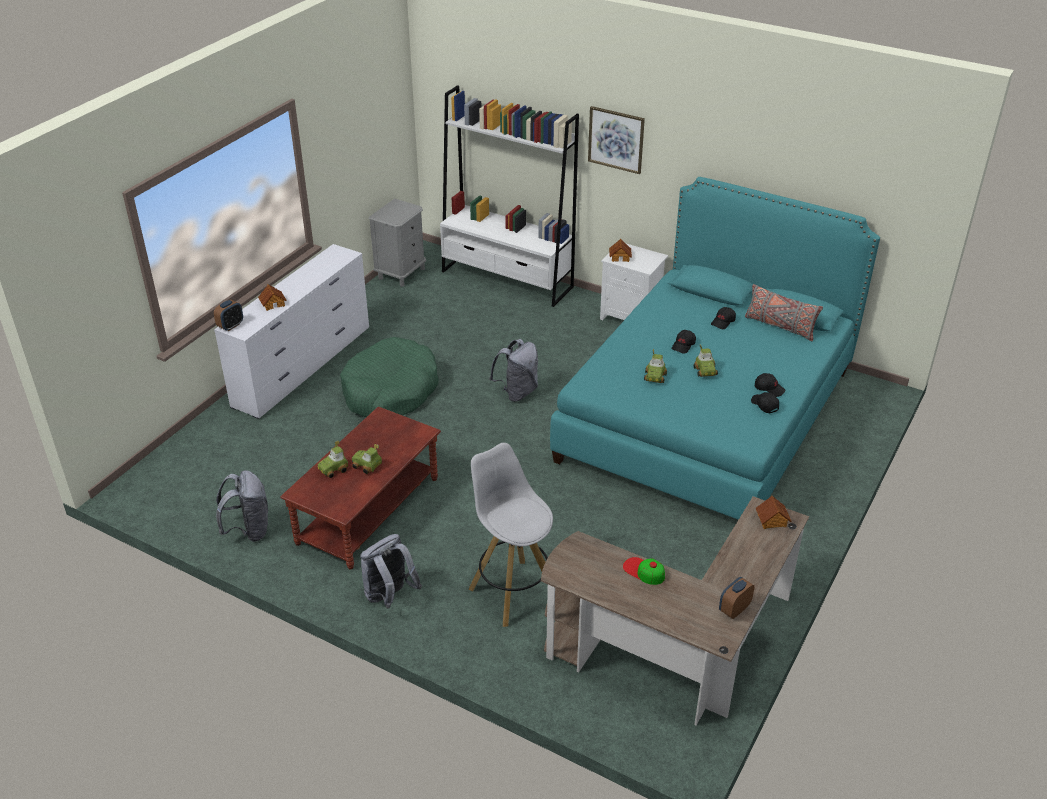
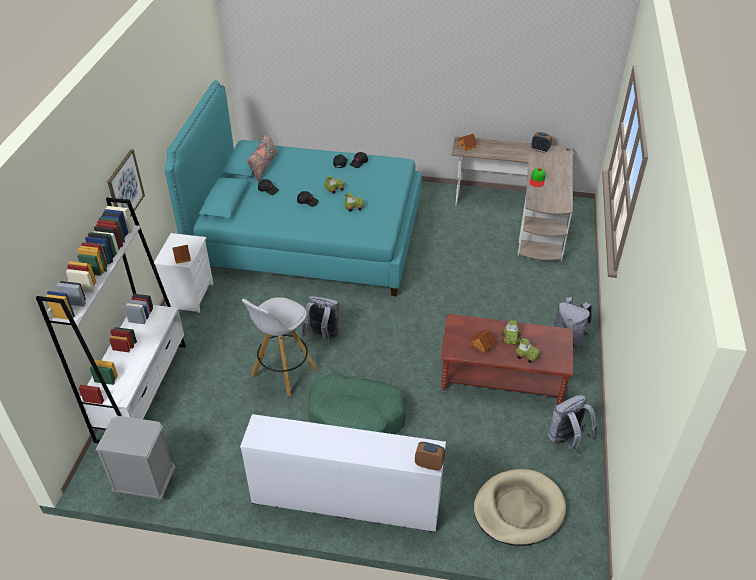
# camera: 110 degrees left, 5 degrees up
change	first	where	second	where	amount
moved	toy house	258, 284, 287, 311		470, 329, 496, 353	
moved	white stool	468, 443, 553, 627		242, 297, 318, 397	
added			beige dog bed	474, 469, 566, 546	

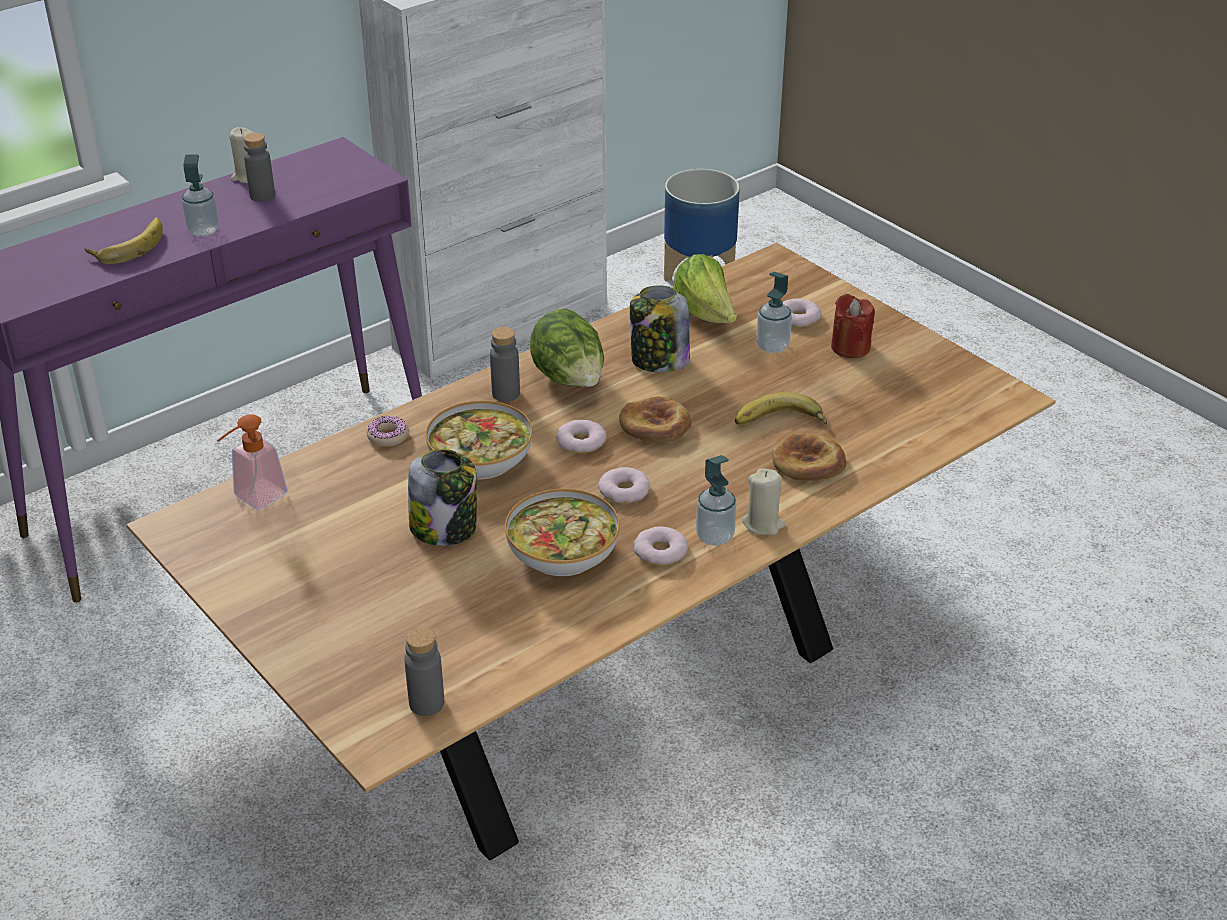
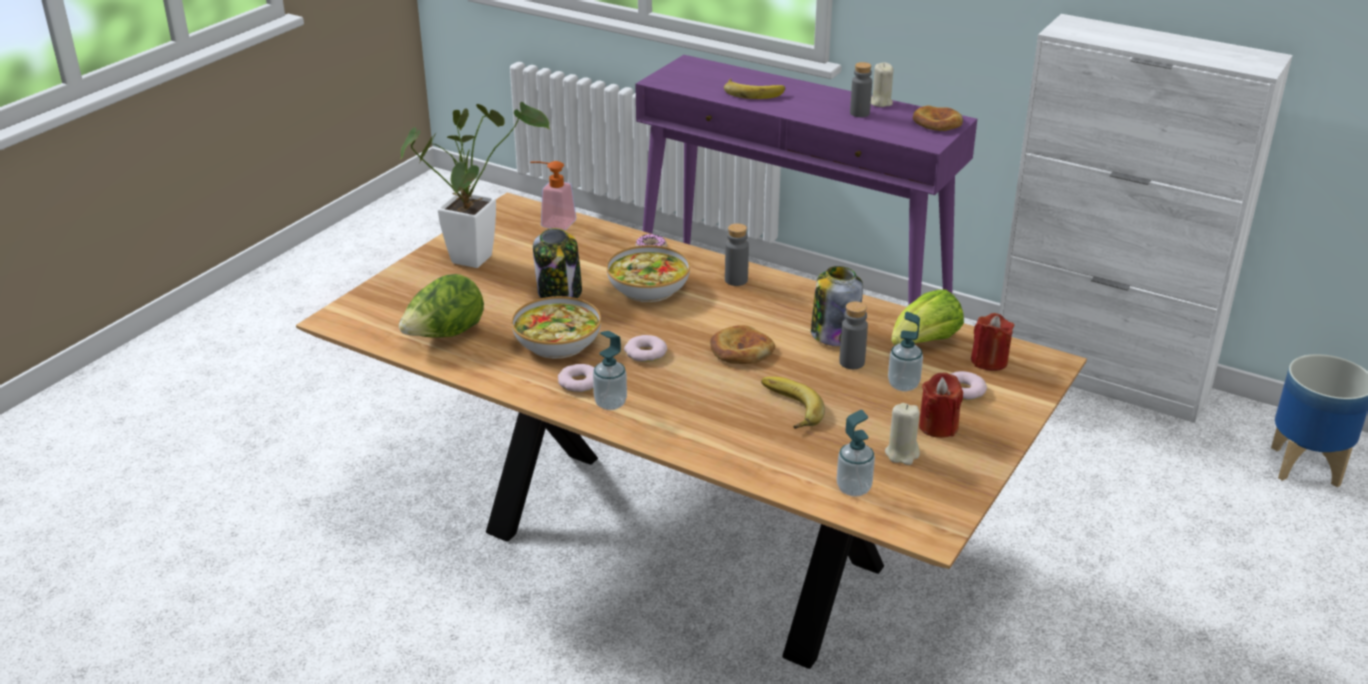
# camera: 70 degrees right, 5 degrees down
change	first	where	second	where	amount
moved	soap dispenser	182, 155, 219, 237		836, 410, 875, 497	
moved	lettuce	530, 308, 604, 387		399, 274, 484, 338	
removed	donut	556, 420, 606, 453			
moved	bread	772, 433, 846, 481		913, 105, 963, 131	
moved	beige candle	742, 468, 785, 535		885, 403, 920, 465	
moved	grey bottle	404, 627, 444, 716		839, 301, 868, 369	
added			potted plant	401, 102, 550, 268	
added			red candle	971, 313, 1014, 371	

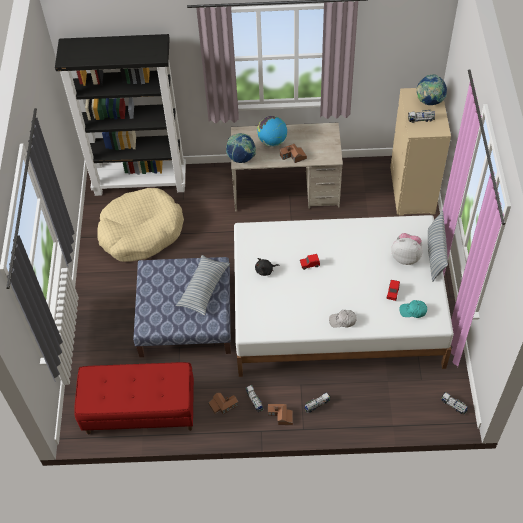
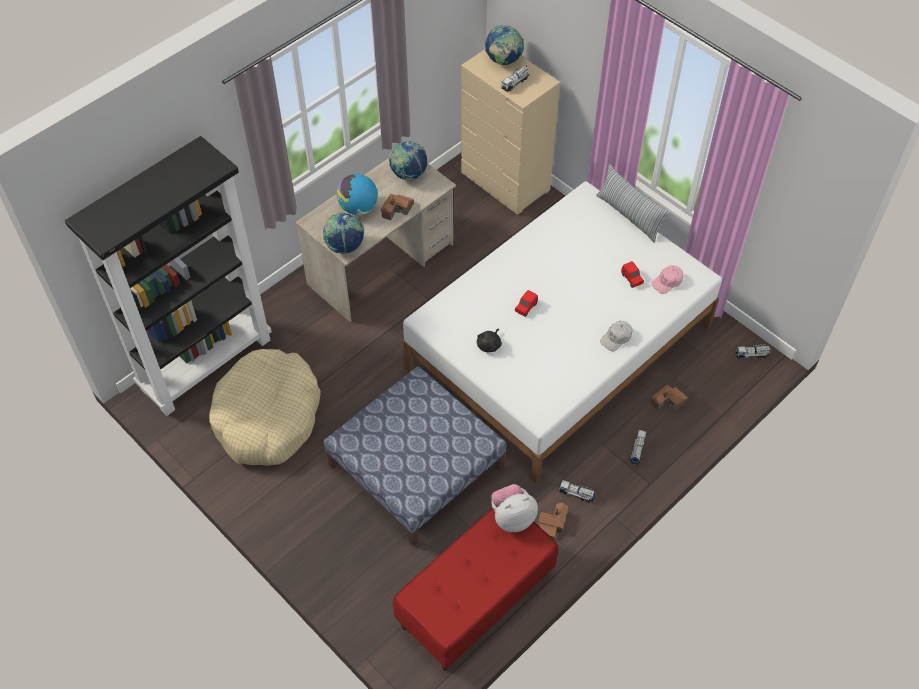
# camera: 45 degrees left, 0 degrees up
change	first	where	second	where	amount
moved	plush toy	391, 233, 422, 265		491, 484, 538, 532	
removed	pillow	176, 255, 230, 315			
recoloured	turquoise cap	399, 300, 427, 318	pink cap	651, 265, 684, 294	
moved	toy house	268, 404, 293, 425		651, 384, 688, 411	
added			globe	388, 141, 427, 181	

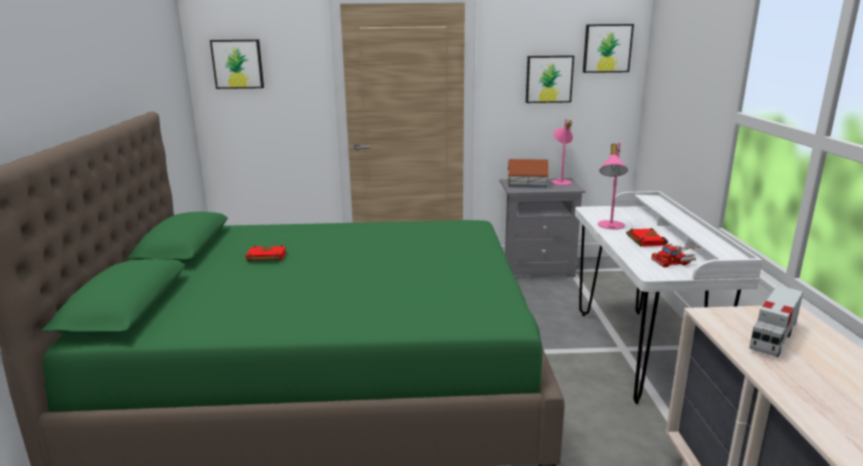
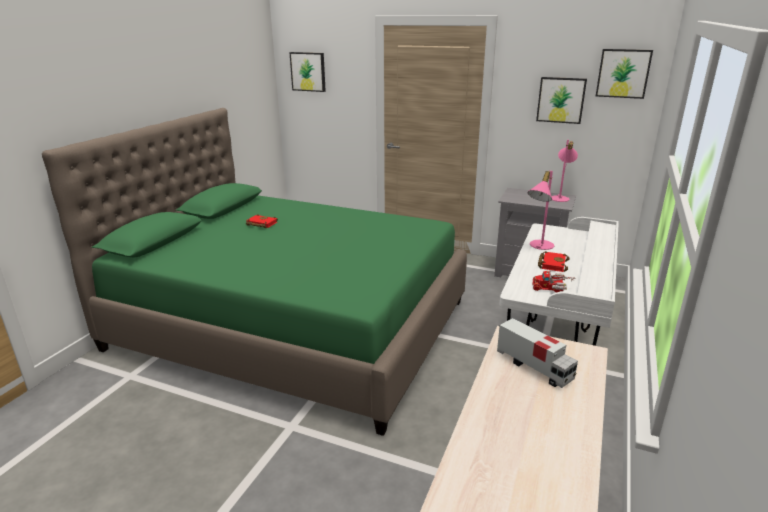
# camera: 25 degrees right, 5 degrees up
change	first	where	second	where	amount
removed	toy house	507, 159, 549, 188			
turned	toy truck	749, 285, 803, 357		497, 318, 578, 388	105 degrees counterclockwise

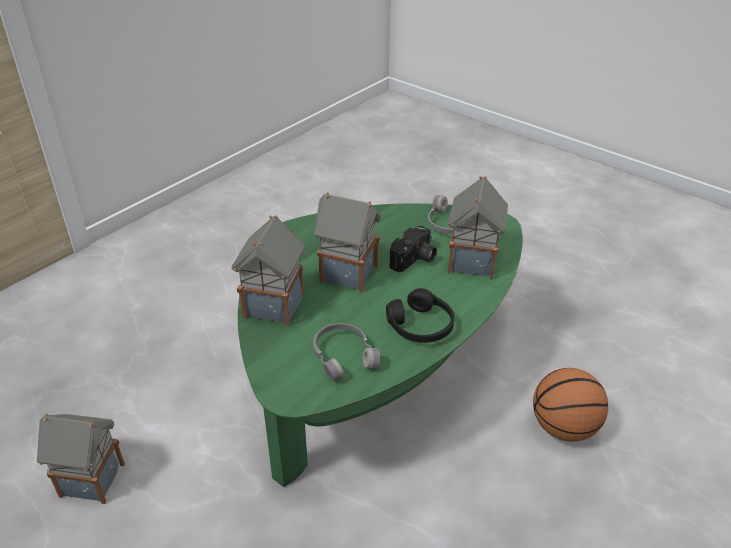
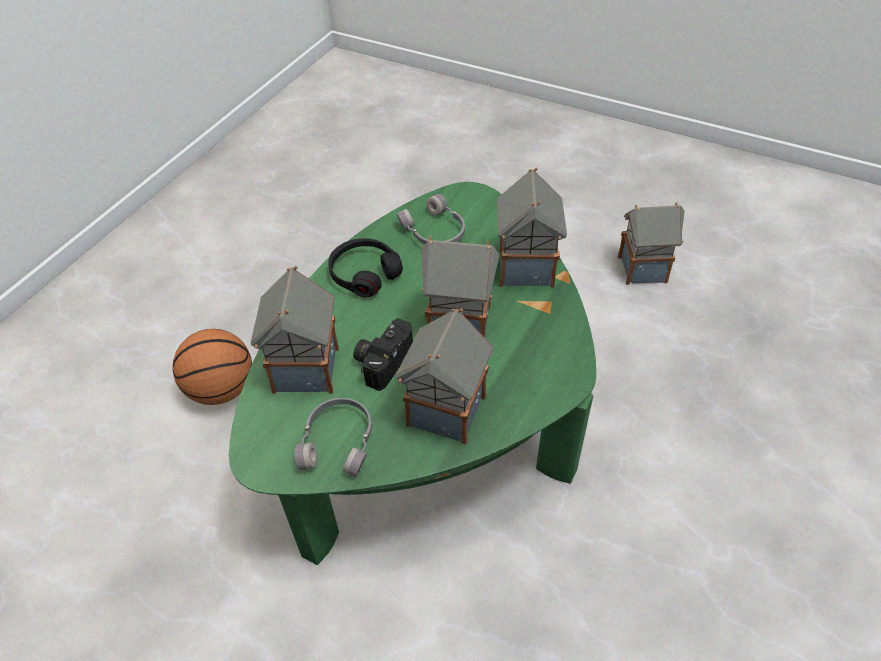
# camera: 170 degrees right, 10 degrees up
change	first	where	second	where	amount
added			toy house	395, 308, 493, 445	

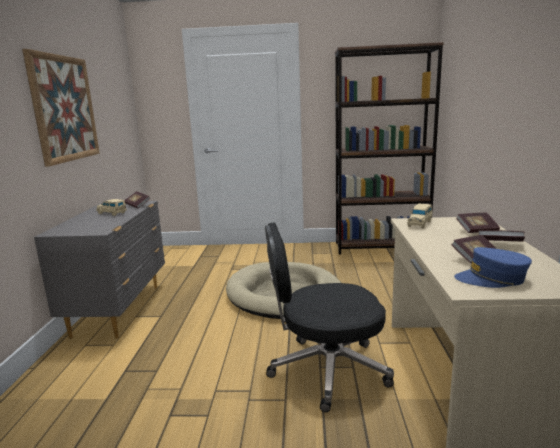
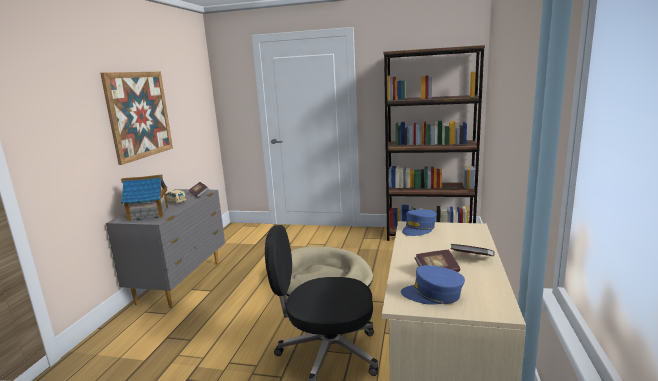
# camera: 10 degrees right, 0 degrees up
change	first	where	second	where	amount
replaced	beige toy car	407, 203, 432, 228	blue cap	402, 209, 437, 236	
removed	book	456, 213, 500, 233			
added			toy house	121, 174, 168, 221	

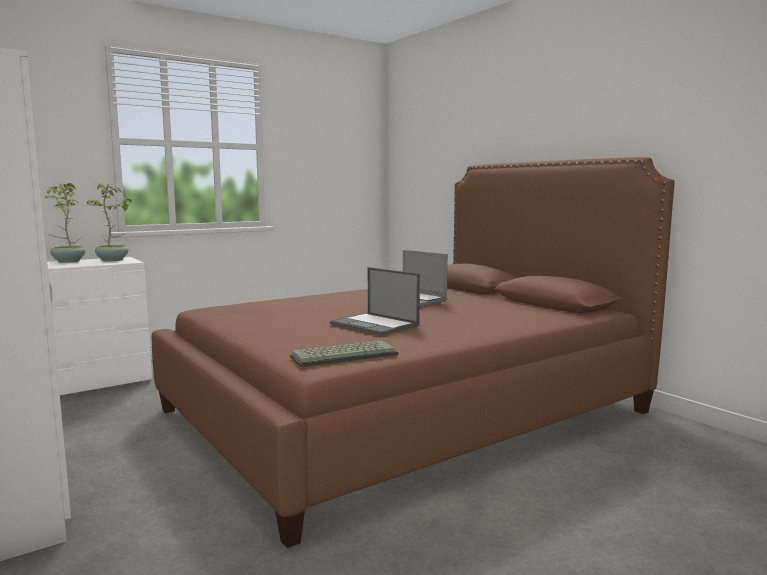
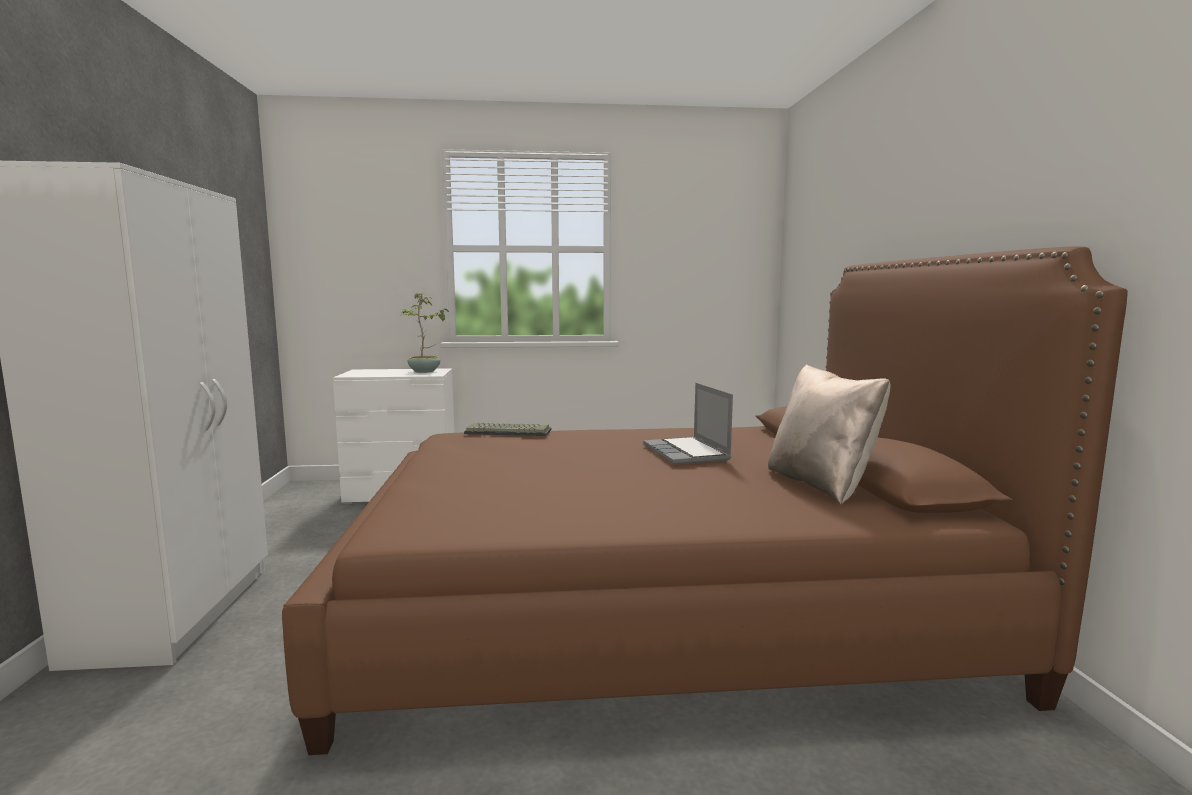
# camera: 30 degrees right, 0 degrees up
change	first	where	second	where	amount
removed	potted plant	44, 183, 85, 263			
removed	laptop	330, 267, 420, 336			
moved	keyboard	290, 341, 398, 367		464, 423, 552, 436	
added			beige pillow	768, 364, 891, 505	

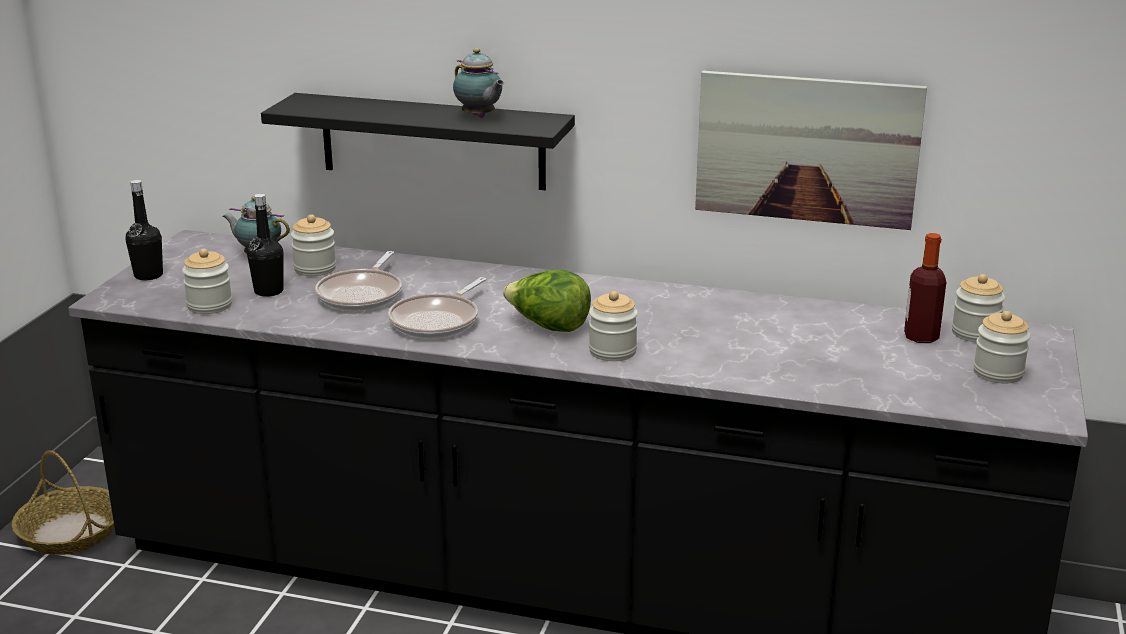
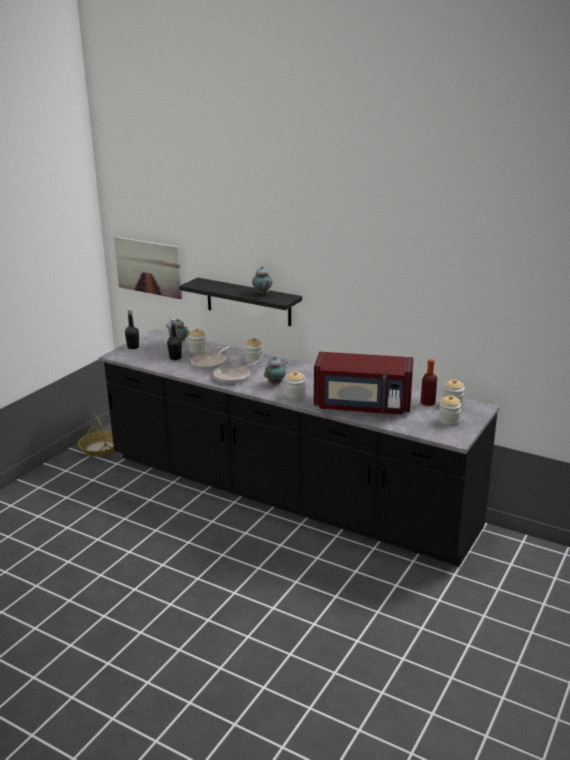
# camera: 15 degrees right, 0 degrees up
change	first	where	second	where	amount
moved	picture	695, 70, 927, 230		114, 236, 182, 299	
moved	jar	182, 249, 232, 314		245, 338, 263, 364	
replaced	lettuce	503, 270, 591, 332	teapot	264, 356, 287, 385	
added			red microwave	314, 352, 414, 415	

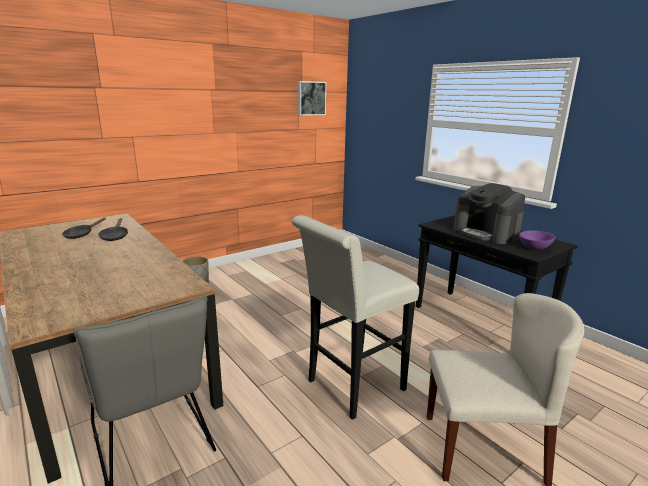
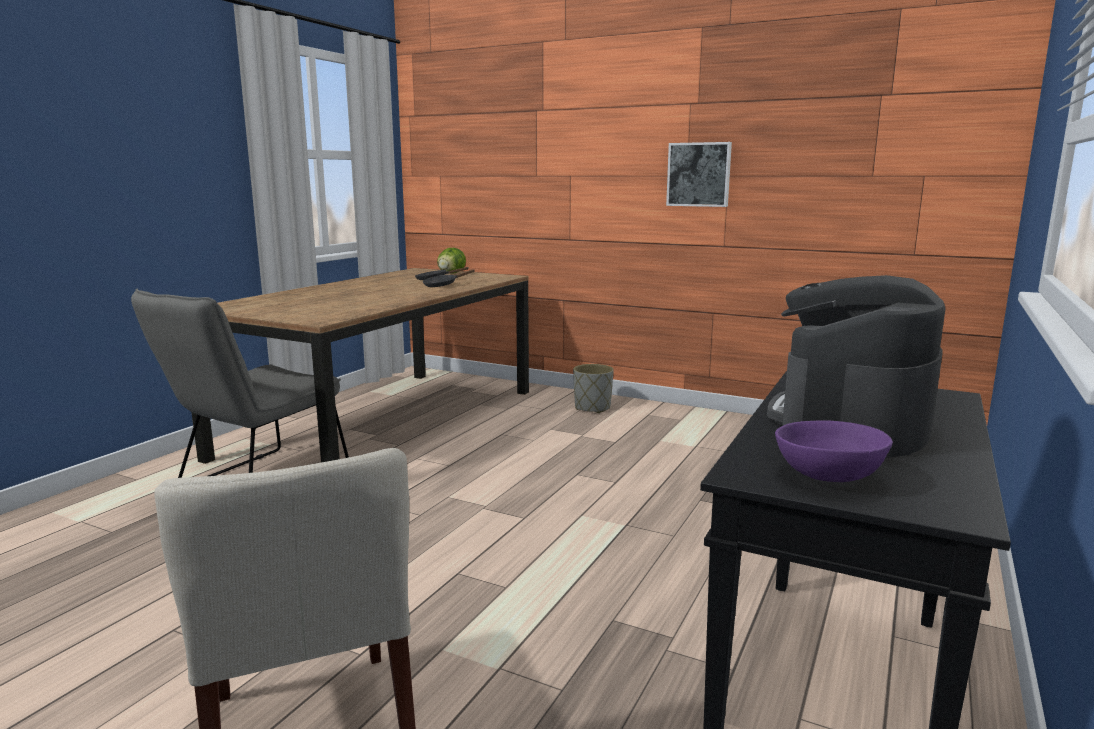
# camera: 65 degrees right, 5 degrees down
change	first	where	second	where	amount
moved	picture	298, 81, 326, 116		666, 142, 732, 207	
removed	white stool	292, 215, 419, 420			
added			lettuce	437, 248, 466, 274	

